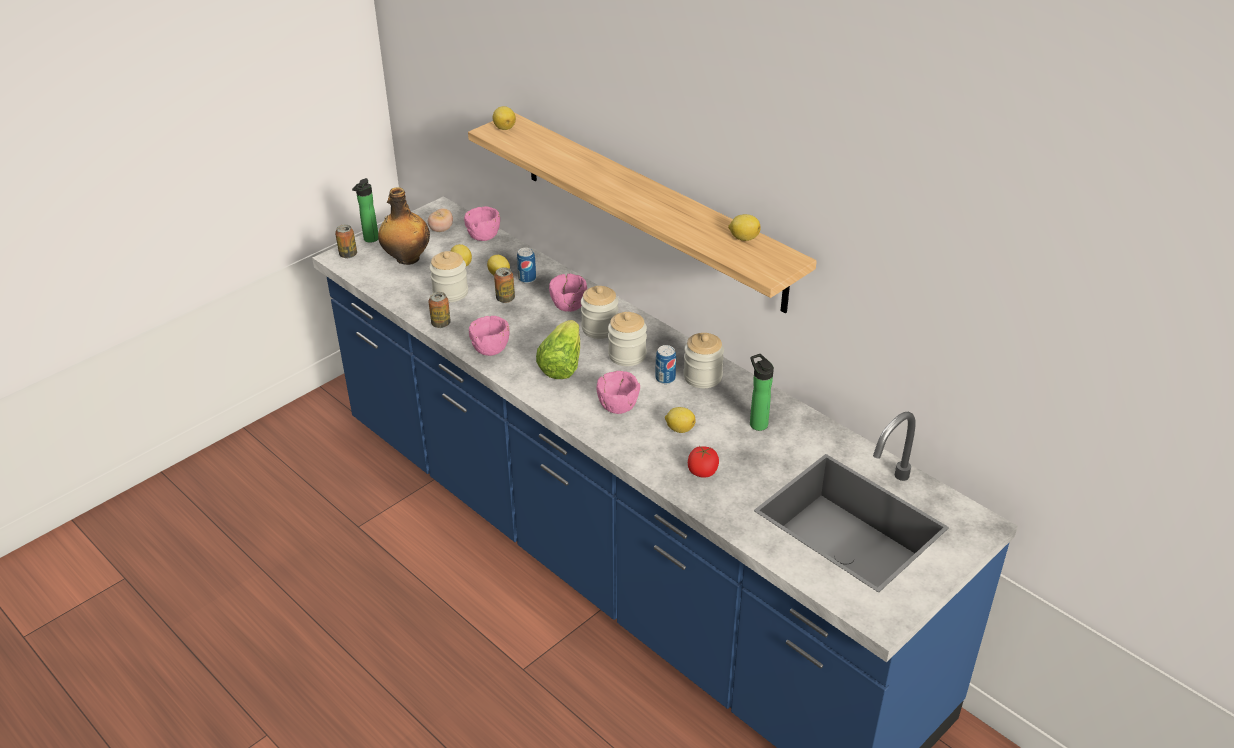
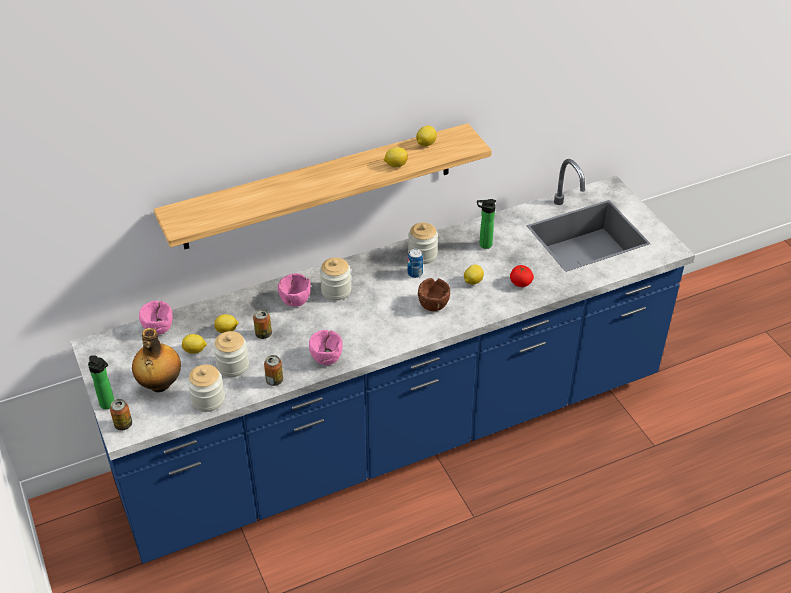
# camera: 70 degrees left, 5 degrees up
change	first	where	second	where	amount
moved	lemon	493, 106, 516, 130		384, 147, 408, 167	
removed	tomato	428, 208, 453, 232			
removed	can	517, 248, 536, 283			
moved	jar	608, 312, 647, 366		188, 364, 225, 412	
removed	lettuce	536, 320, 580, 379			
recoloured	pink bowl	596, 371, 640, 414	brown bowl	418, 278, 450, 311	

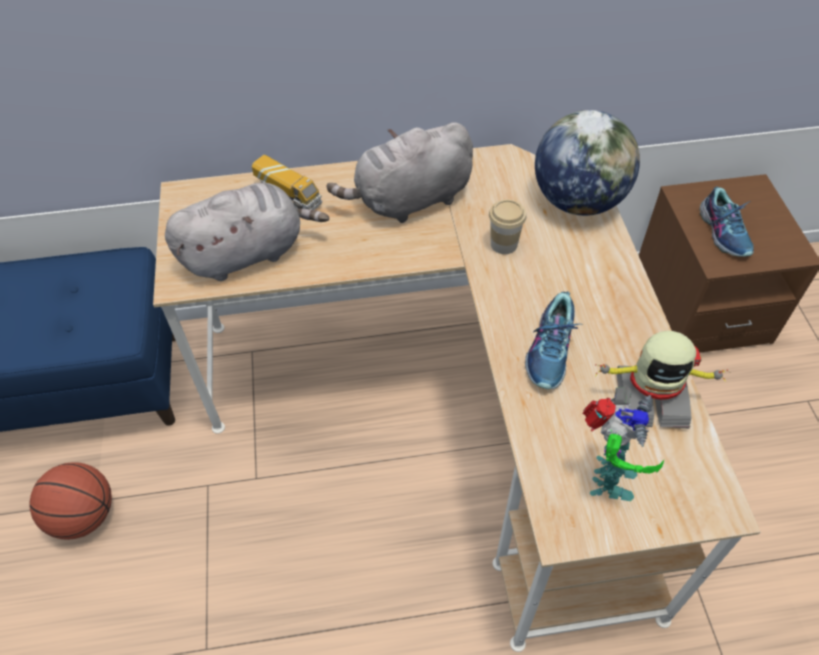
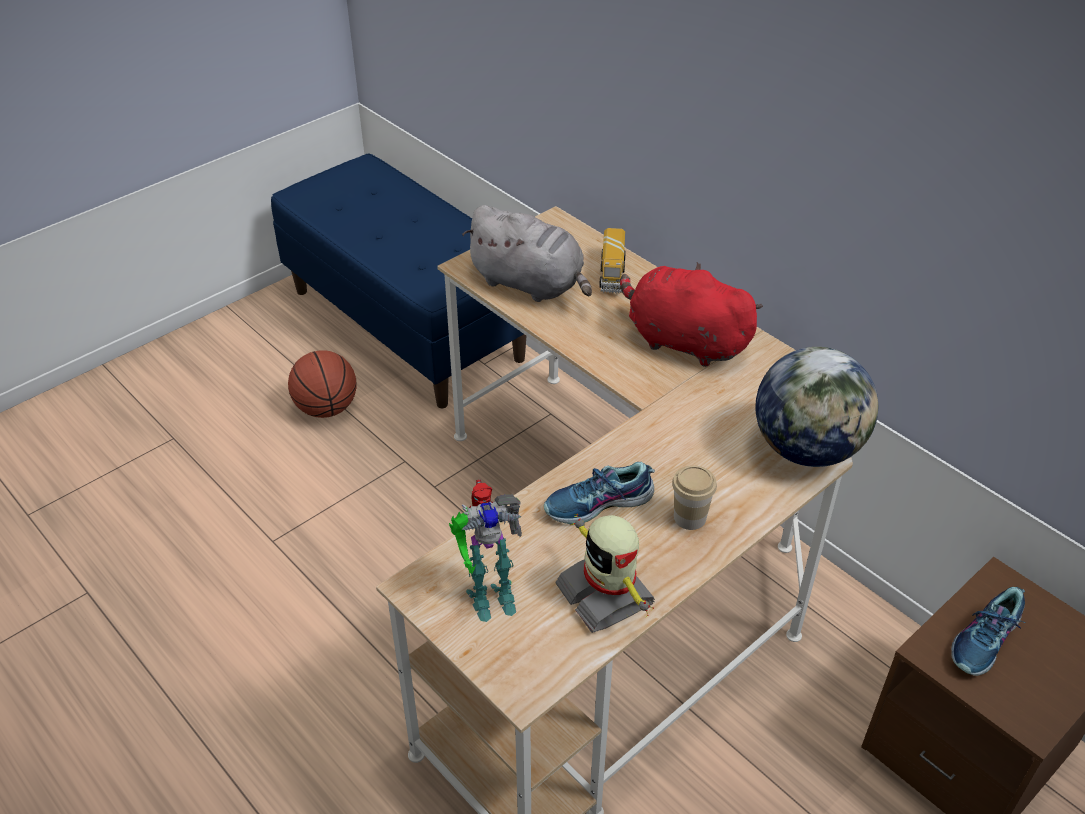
# camera: 55 degrees right, 10 degrees down
change	first	where	second	where	amount
recoloured	grey plush toy	327, 122, 473, 223	red plush toy	620, 262, 763, 367	
moved	cup	489, 200, 526, 254		672, 465, 717, 530	

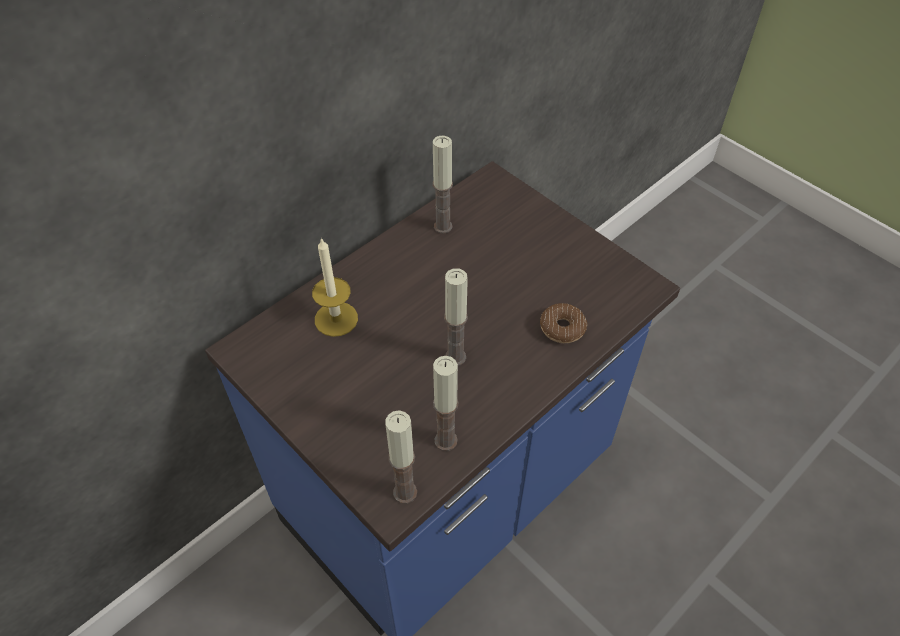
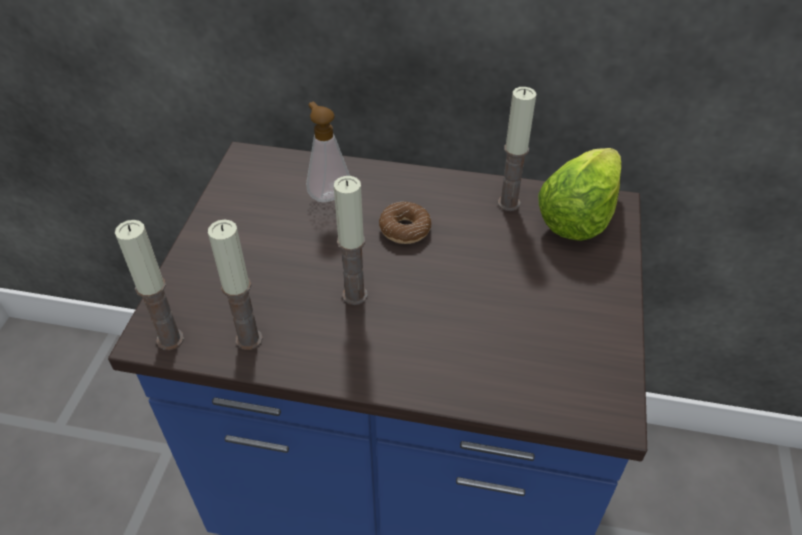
# camera: 55 degrees right, 5 degrees down
change	first	where	second	where	amount
replaced	candle	312, 237, 358, 337	soap dispenser	306, 101, 350, 202	
moved	donut	540, 303, 587, 343		379, 202, 431, 244	
added			lettuce	538, 148, 621, 241	

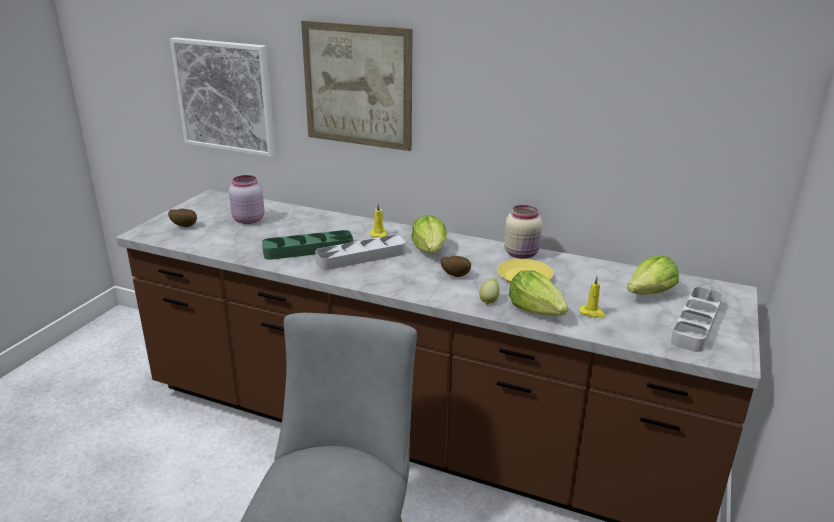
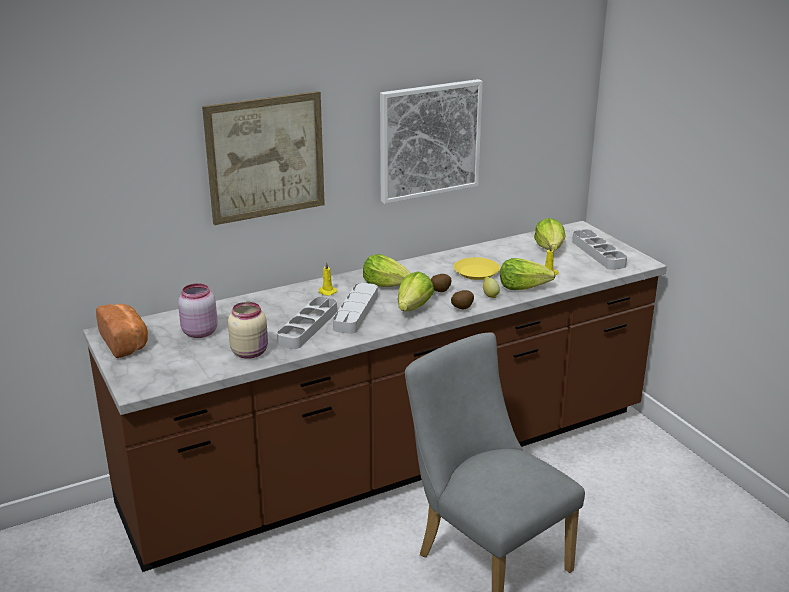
# camera: 50 degrees left, 0 degrees up
change	first	where	second	where	amount
moved	picture	170, 37, 276, 157		380, 79, 483, 204	
moved	beige jar	504, 205, 542, 259		228, 302, 268, 359	
moved	potato	168, 209, 197, 227		451, 290, 474, 309	
recoloured	green tray	262, 230, 353, 260	grey tray	277, 297, 337, 349	
added			lettuce	398, 271, 434, 311	
added			bread	96, 303, 148, 358	

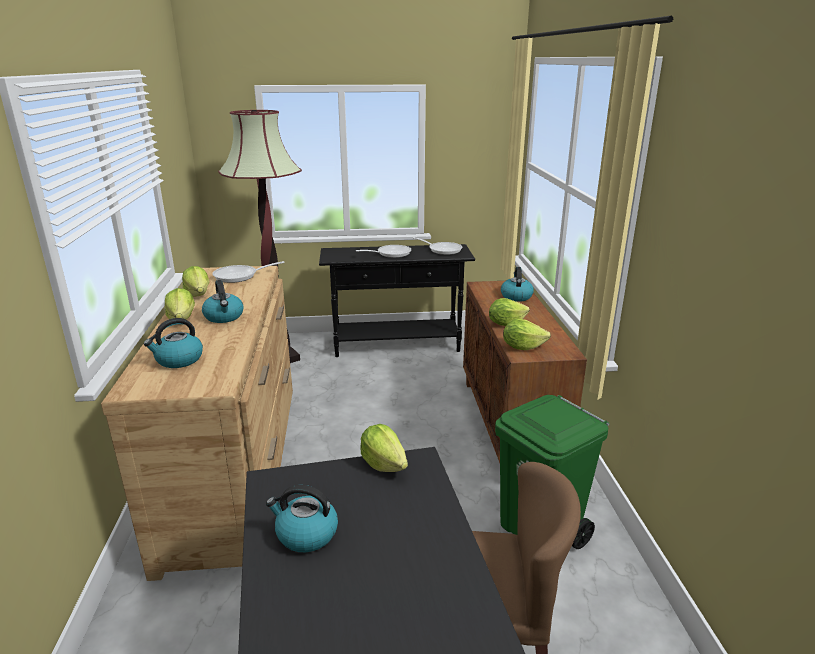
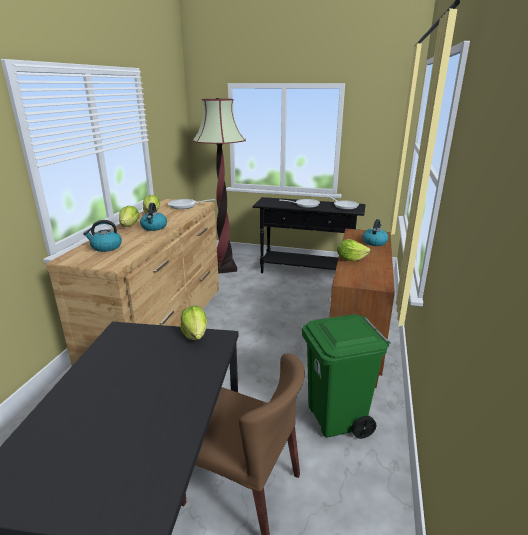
# camera: 20 degrees right, 0 degrees up
change	first	where	second	where	amount
removed	lettuce	503, 319, 551, 350			
removed	kettle	266, 485, 338, 552			

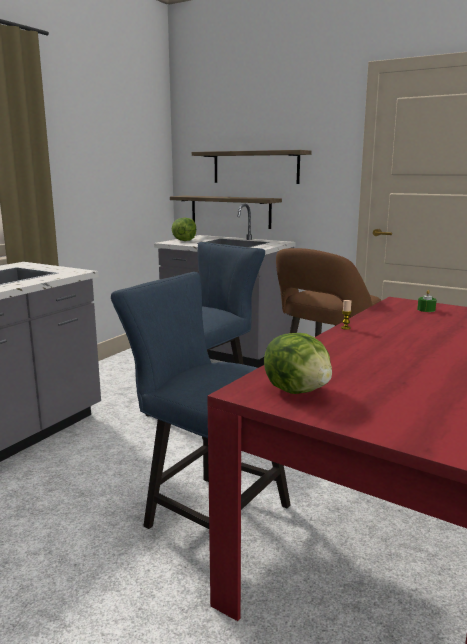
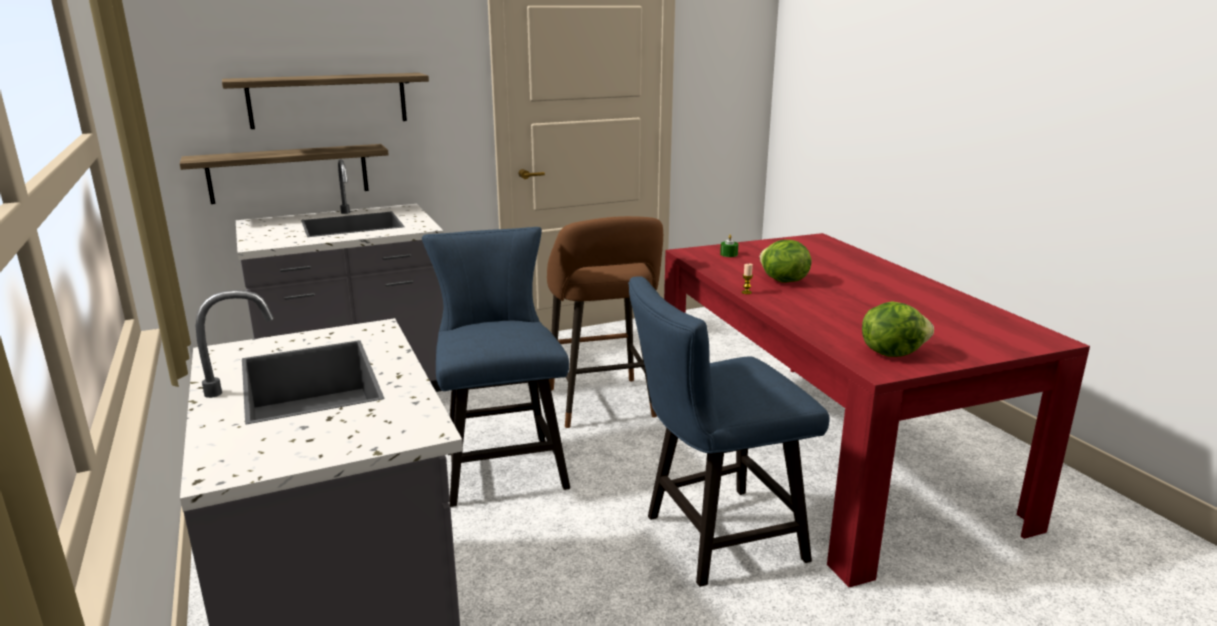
# camera: 55 degrees left, 5 degrees up
change	first	where	second	where	amount
moved	lettuce	172, 218, 196, 241		760, 240, 811, 283	

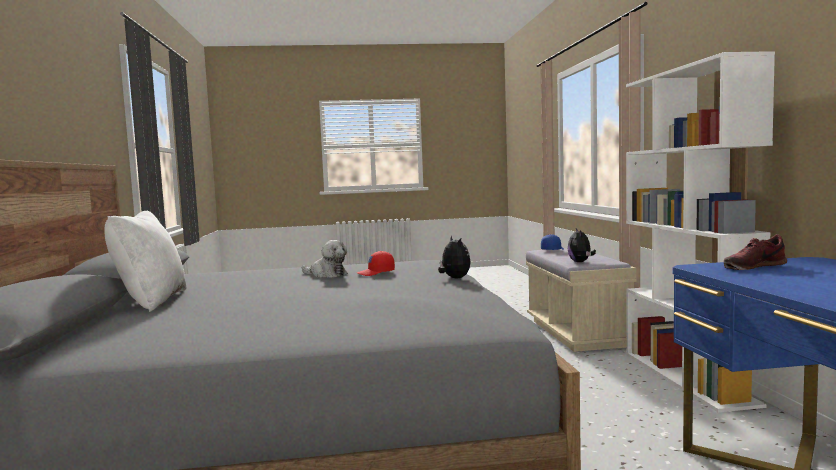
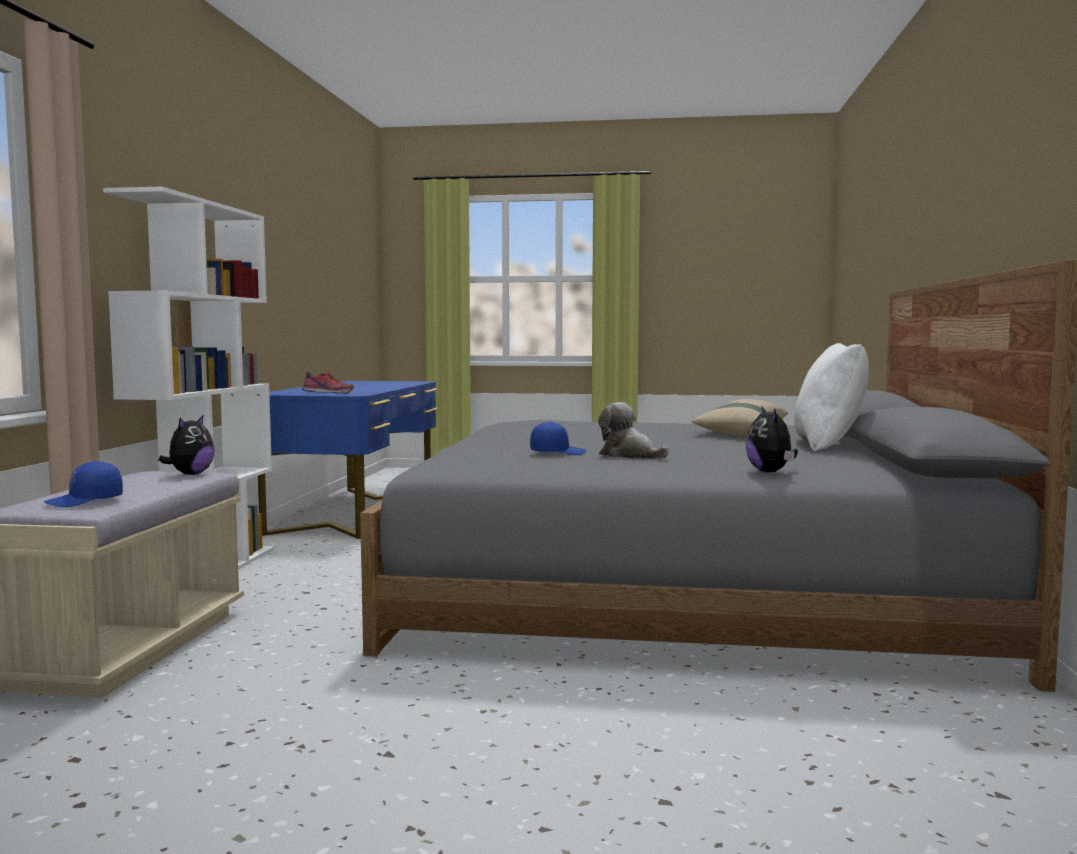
# camera: 165 degrees left, 0 degrees up
change	first	where	second	where	amount
moved	plush toy	438, 235, 471, 278		746, 406, 798, 472	
recoloured	red cap	357, 251, 395, 276	blue cap	530, 421, 587, 455	
added			beige pillow	691, 399, 788, 435	

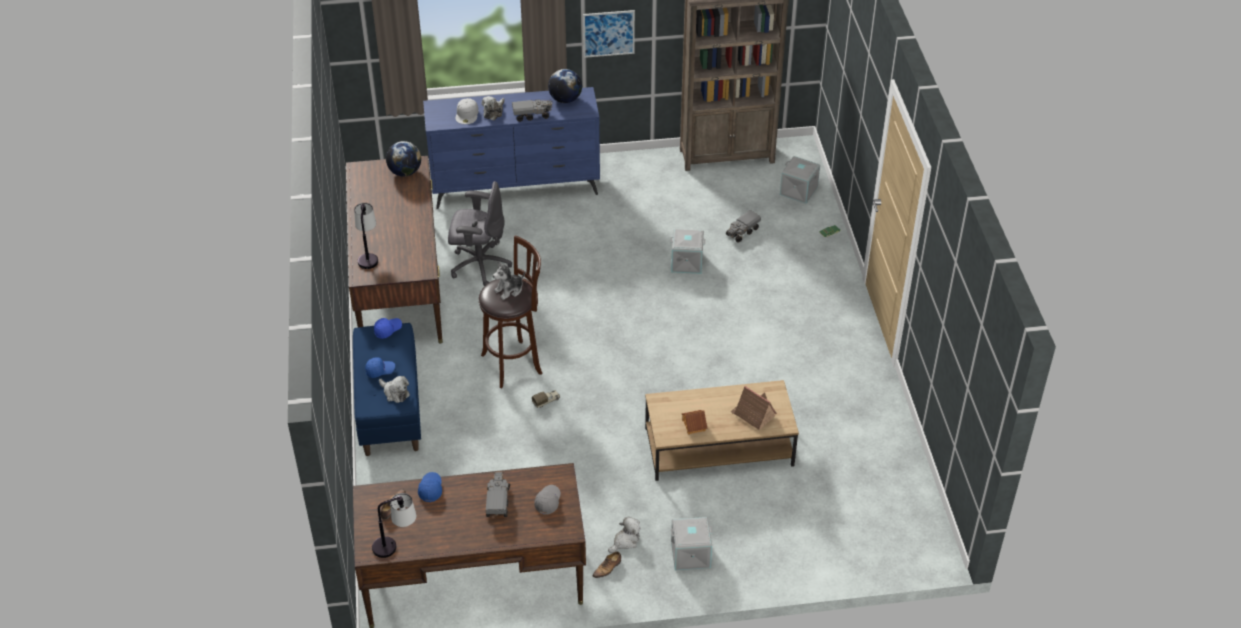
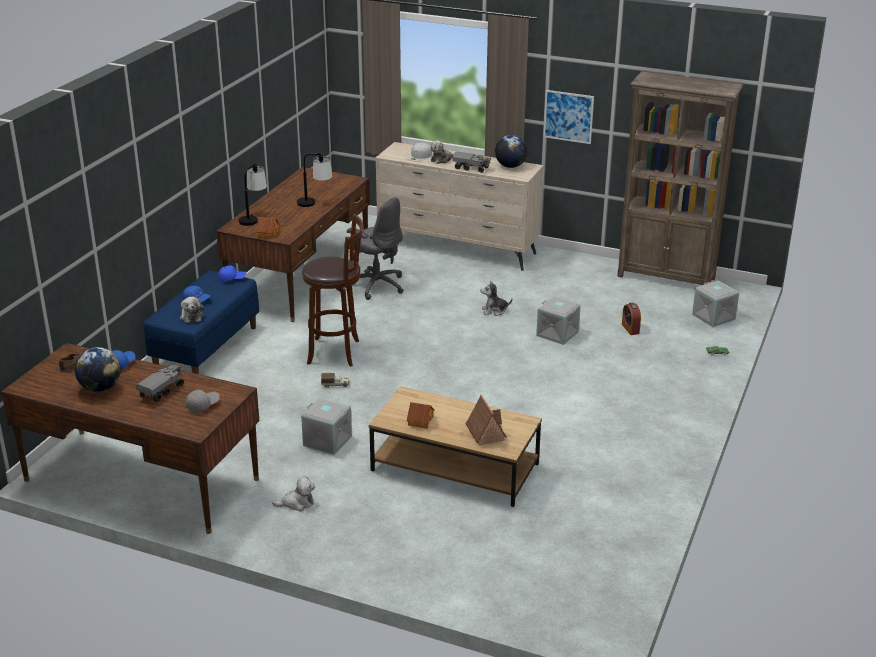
# camera: 30 degrees right, 15 degrees down
change	first	where	second	where	amount
recoloured	blue dresser	423, 87, 600, 209	beige dresser	375, 142, 543, 271	
moved	globe	386, 141, 421, 177		75, 347, 121, 392	
replaced	toy truck	726, 210, 761, 242	alarm clock	622, 303, 641, 335	
moved	plush toy	493, 261, 525, 300		480, 280, 512, 316	
moved	table lamp	372, 493, 417, 558		297, 153, 332, 207	
moved	grey storage box	671, 517, 713, 570		301, 398, 352, 455	
removed	shoe	592, 551, 621, 578			
added			toy house	256, 217, 280, 238	

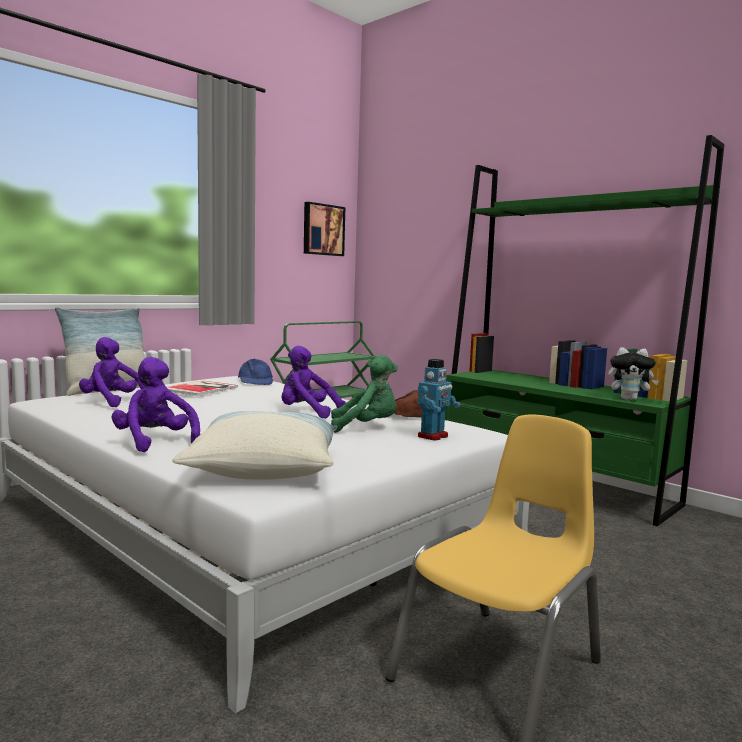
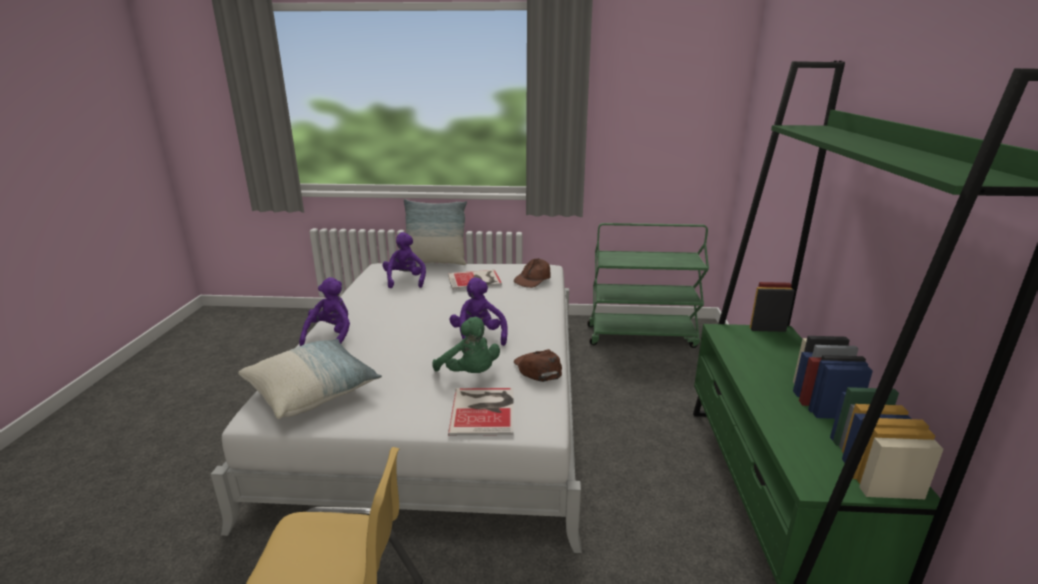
# camera: 50 degrees right, 15 degrees up
change	first	where	second	where	amount
removed	picture	304, 202, 345, 256			
removed	plush toy	608, 347, 660, 400			
recoloured	blue cap	238, 359, 273, 385	brown cap	514, 258, 550, 288	
replaced	toy robot	418, 359, 461, 440	book	448, 388, 514, 436	

